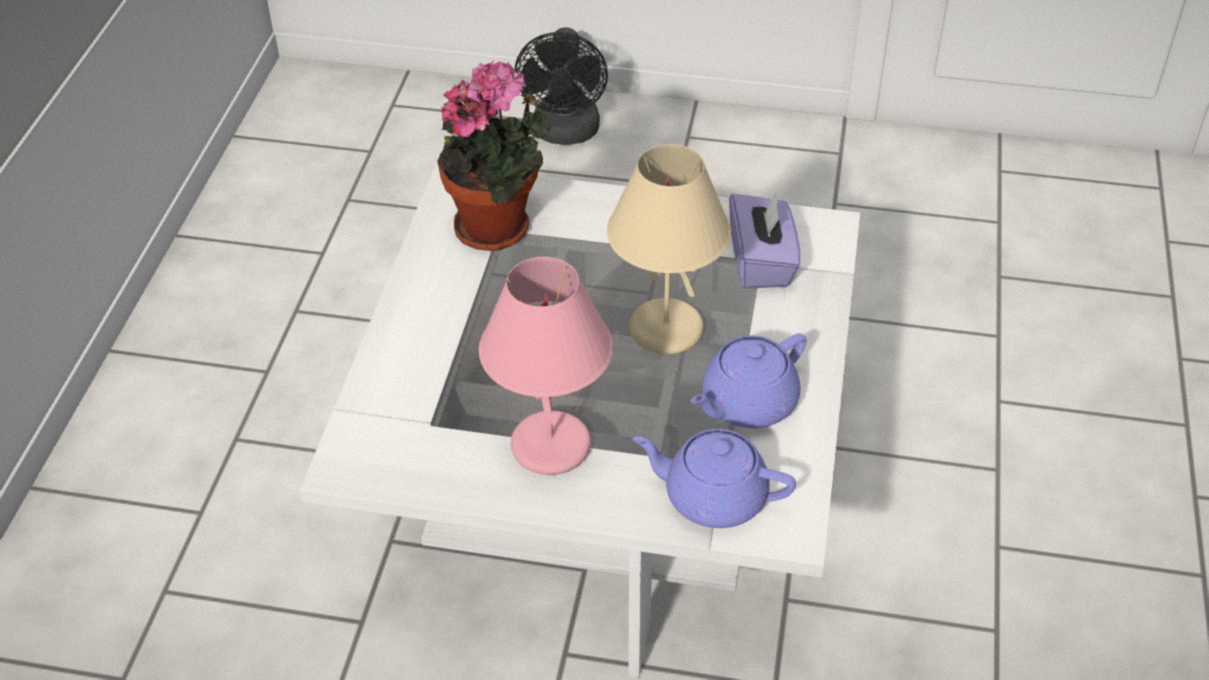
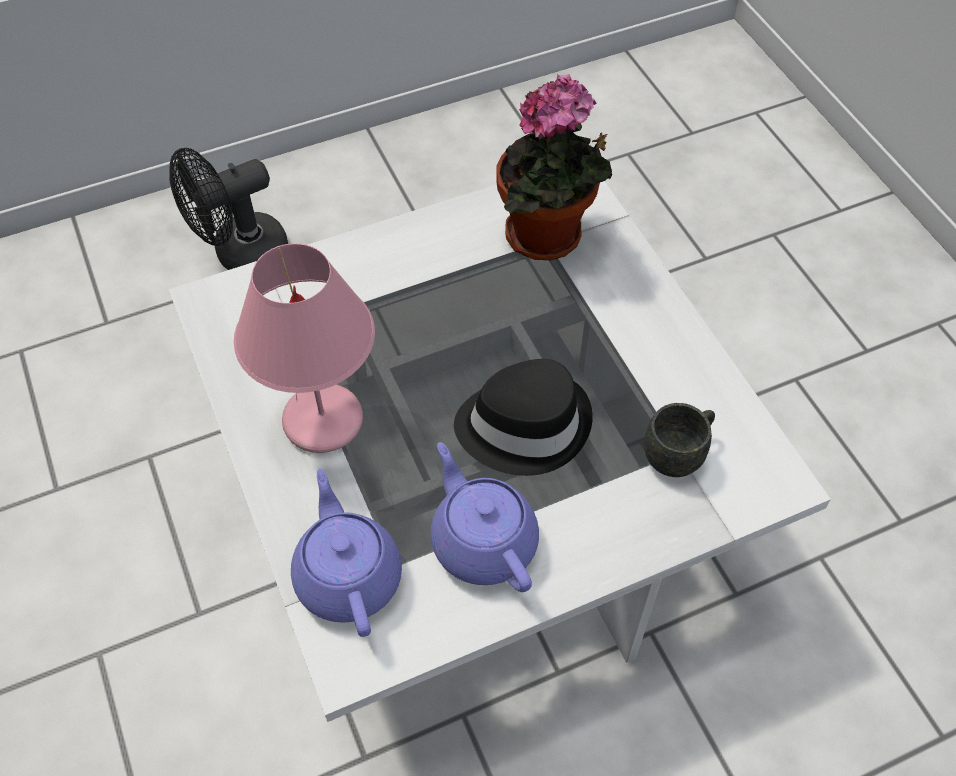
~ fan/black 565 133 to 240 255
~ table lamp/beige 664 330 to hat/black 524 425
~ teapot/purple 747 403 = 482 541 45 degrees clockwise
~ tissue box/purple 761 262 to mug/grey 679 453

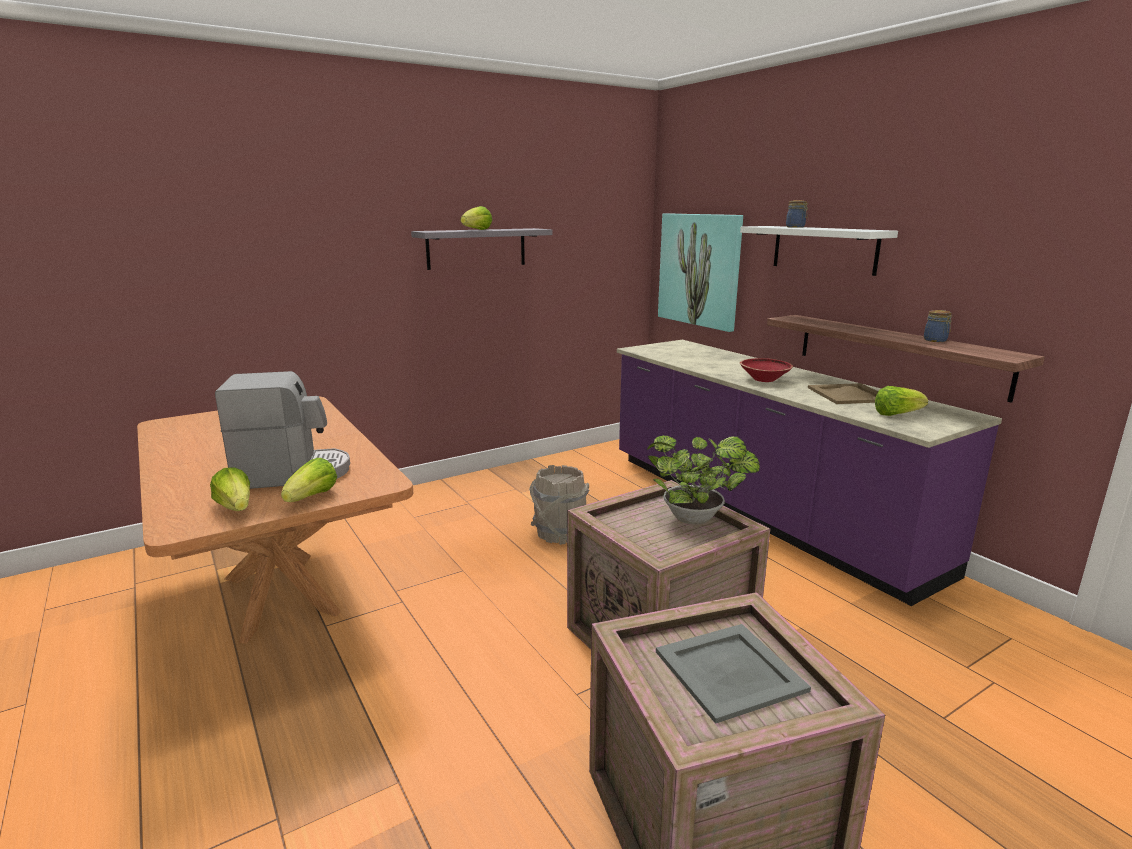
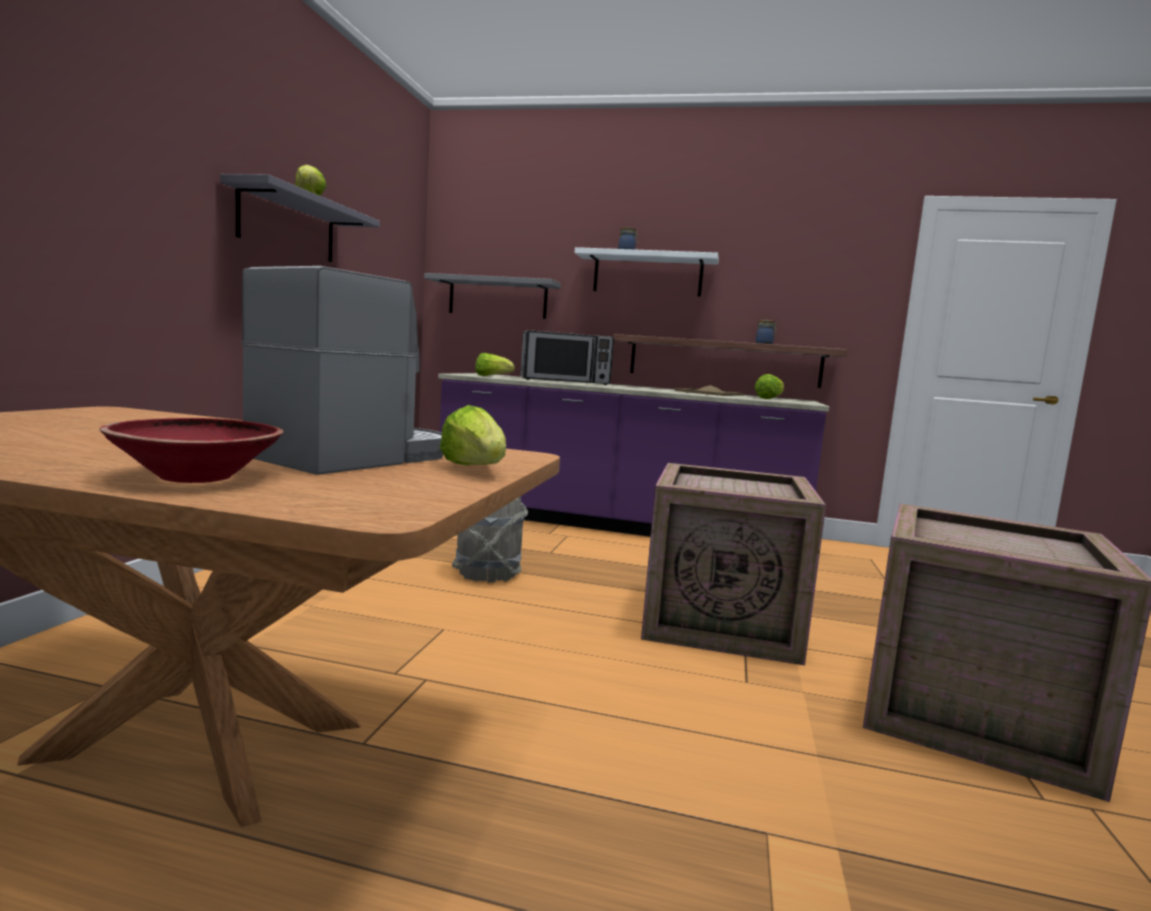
~ lettuce 236 507 to 492 376
- potted plant 697 519
- tray/grey 731 671
~ picture 699 270 to shelf/grey 497 298
~ bowl/red 764 379 to 197 476
+ microwave 565 381

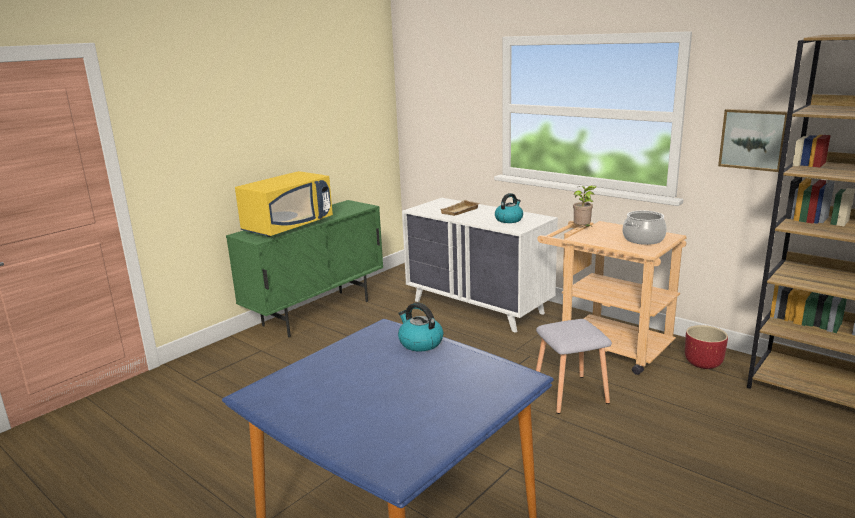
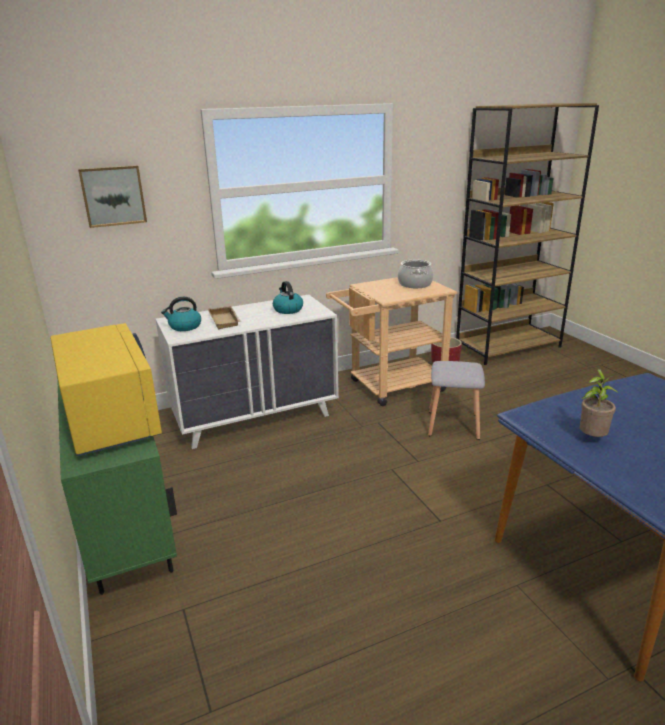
~ kettle 420 343 to 184 327
~ potted plant 583 229 to 591 438
~ picture 753 139 to 113 195

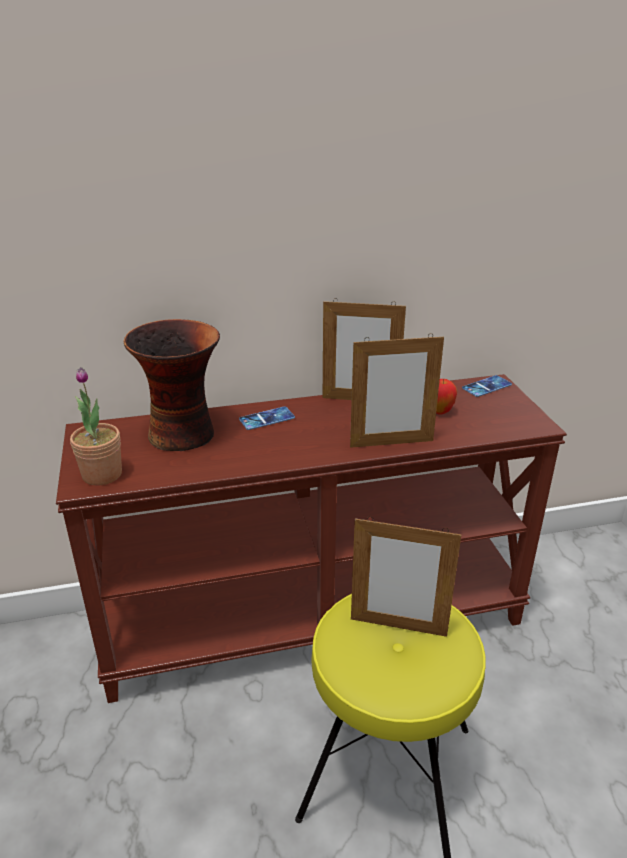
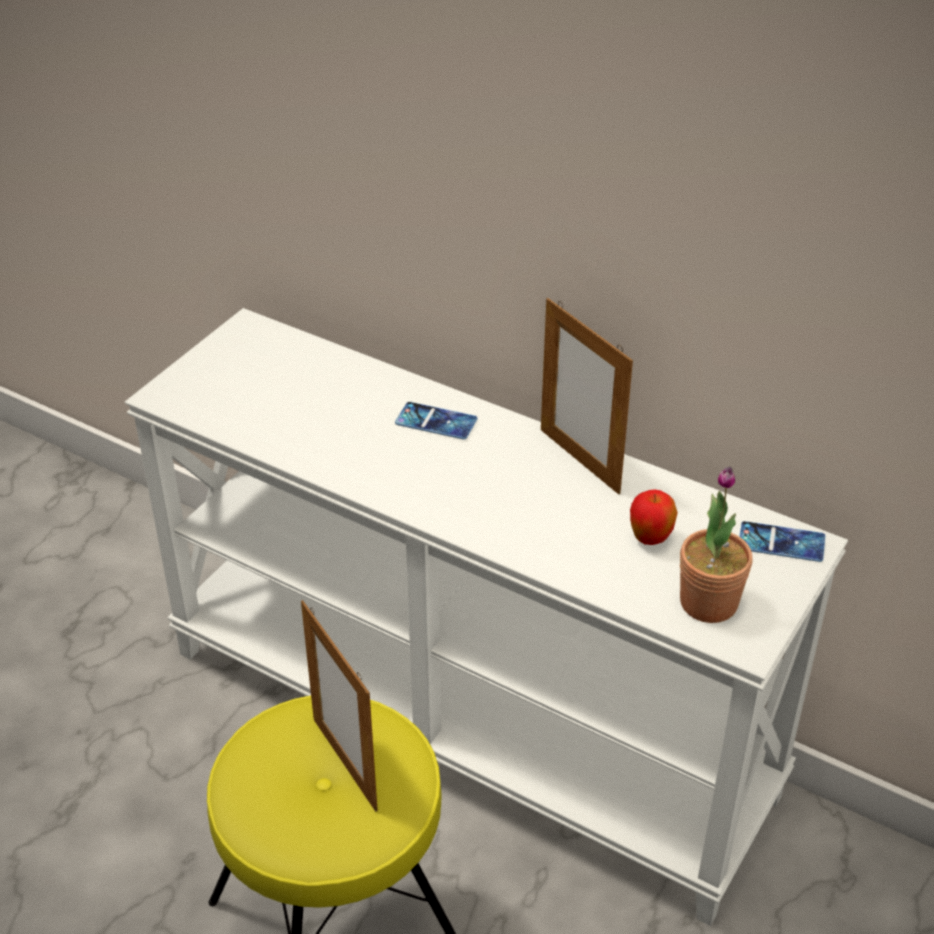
~ console table/brown 314 617 to console table/white 470 720
~ potted plant 102 474 to 708 602
- vase 184 434
- picture frame 391 443

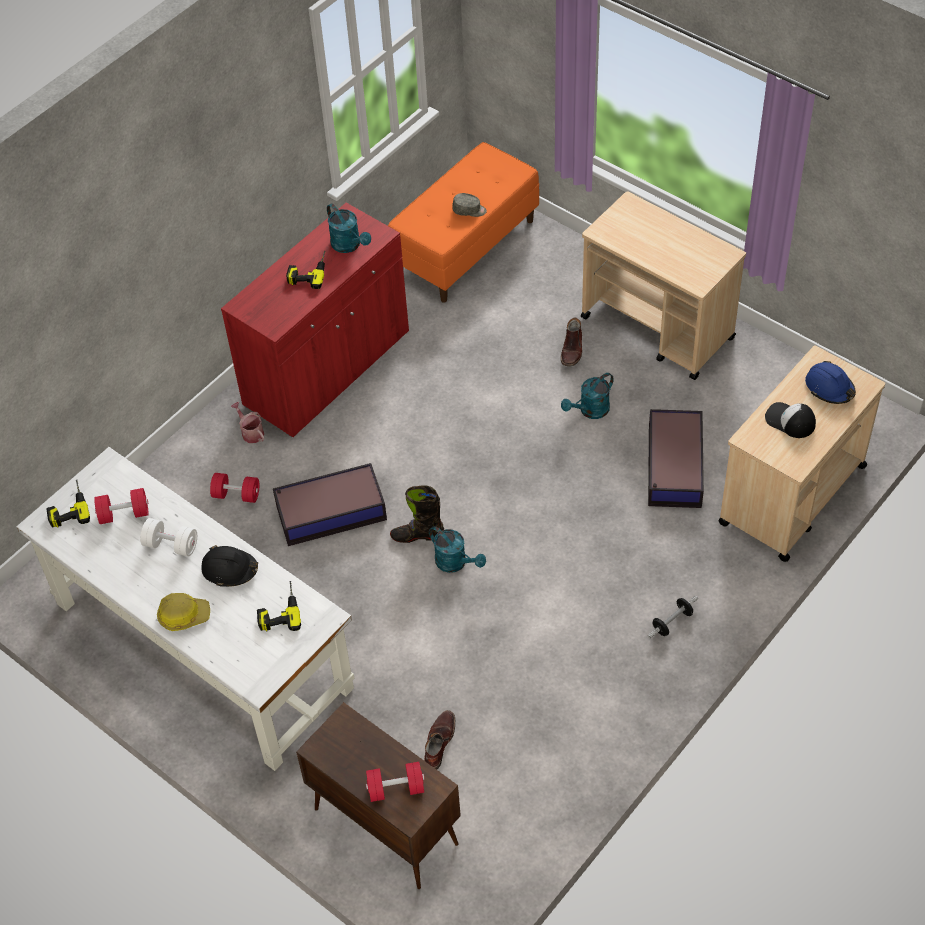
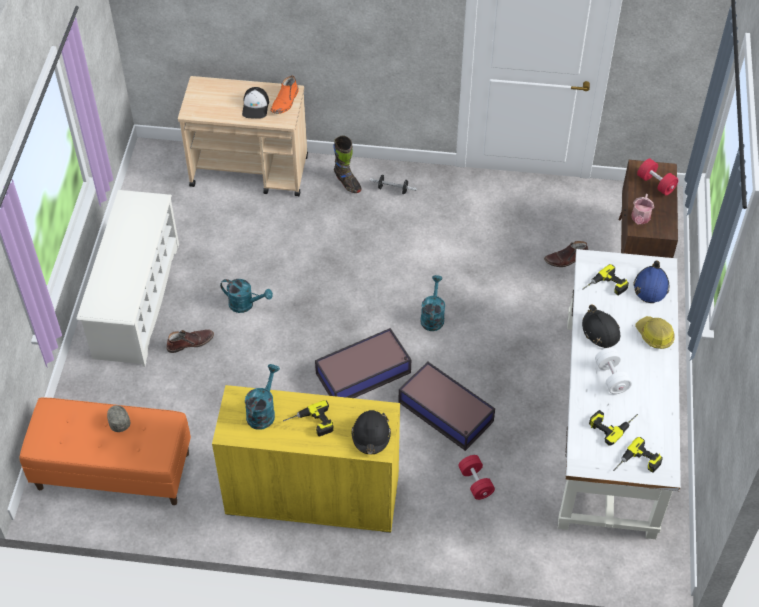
~ dumbbell/red 124 514 to power drill 612 423
~ cabinet/red 327 369 to cabinet/yellow 312 495
~ watering can 251 432 to 640 219
~ boot/black 417 535 to 347 183
~ cart/beige 658 328 to shoe rack/white 136 300
~ storage box 674 467 to 364 373
~ hard hat/blue 829 388 to 650 287
+ boot/orange 285 102
+ hard hat/black 371 435

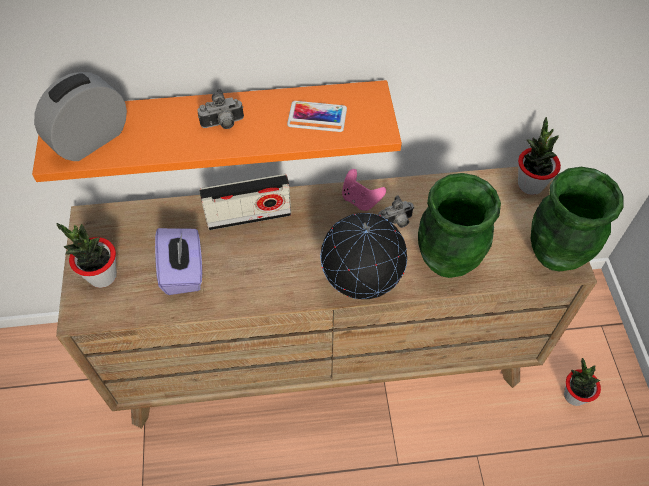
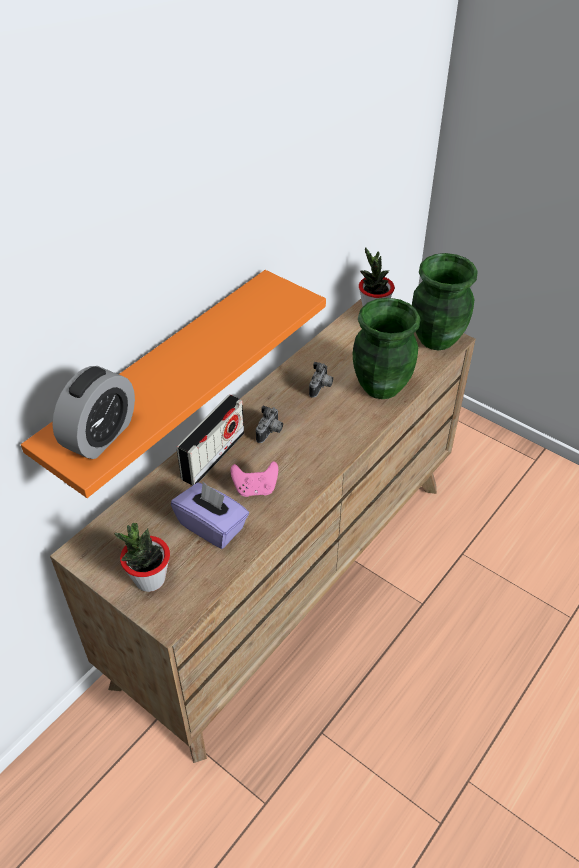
~ alarm clock 91 140 = 100 436 150 degrees counterclockwise
~ photo camera 223 124 to 270 433
- phone 317 117
- globe 361 284
~ game controller/pink 360 200 to 255 488
- potted plant 574 396

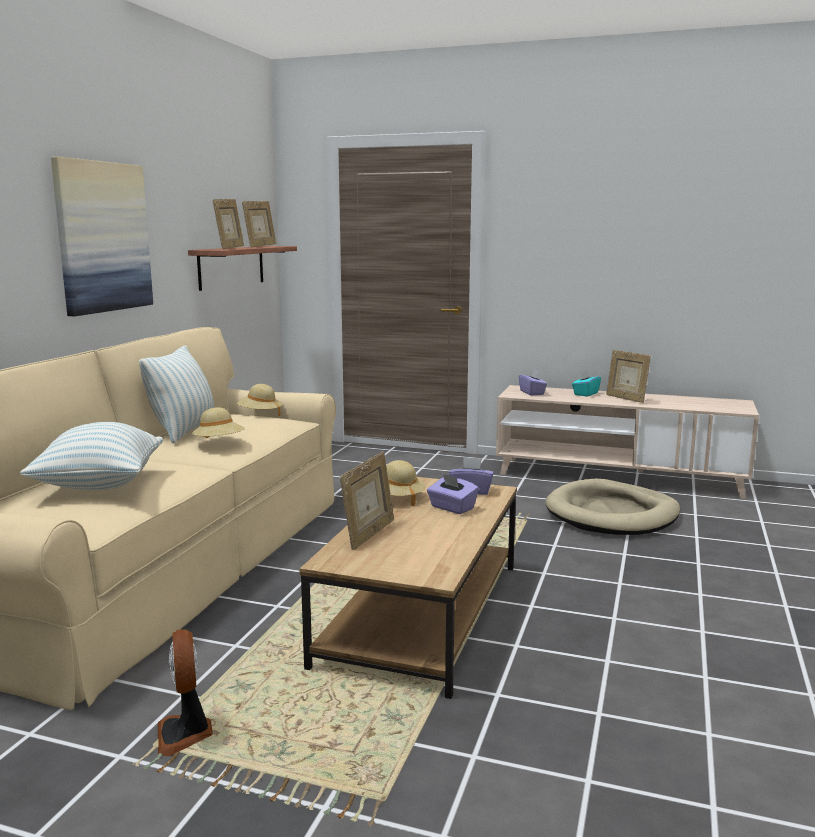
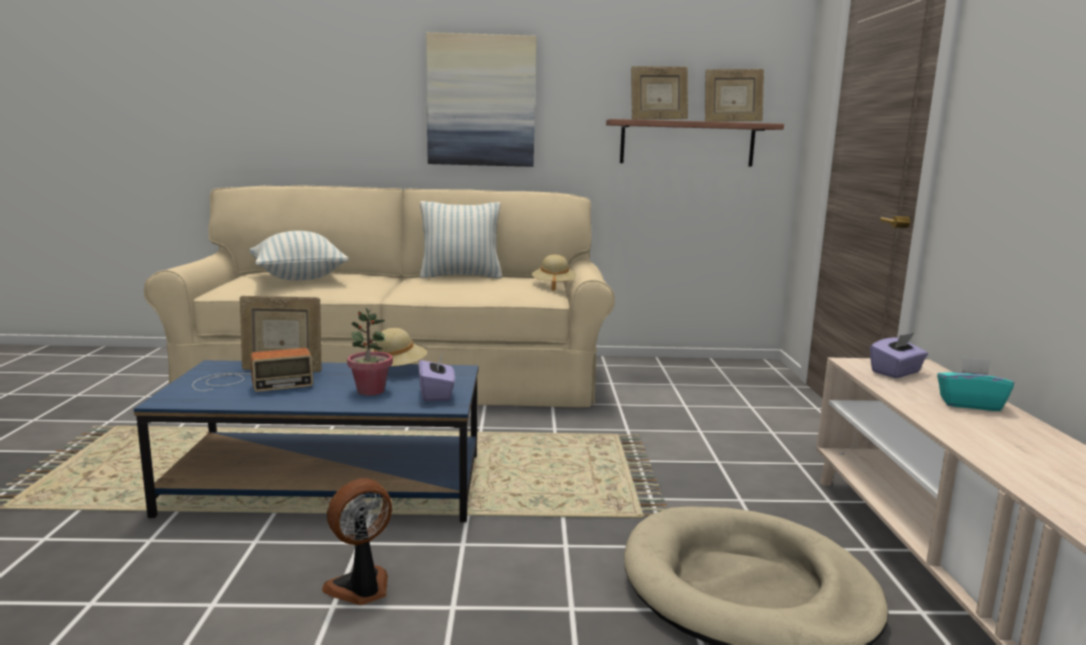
~ fan 185 734 to 361 589
- hat/beige 219 443
~ coffee table/brown 421 613 to coffee table/blue 328 483
~ tissue box/purple 452 508 to potted plant 370 391
- picture frame 626 399
+ radio 250 383

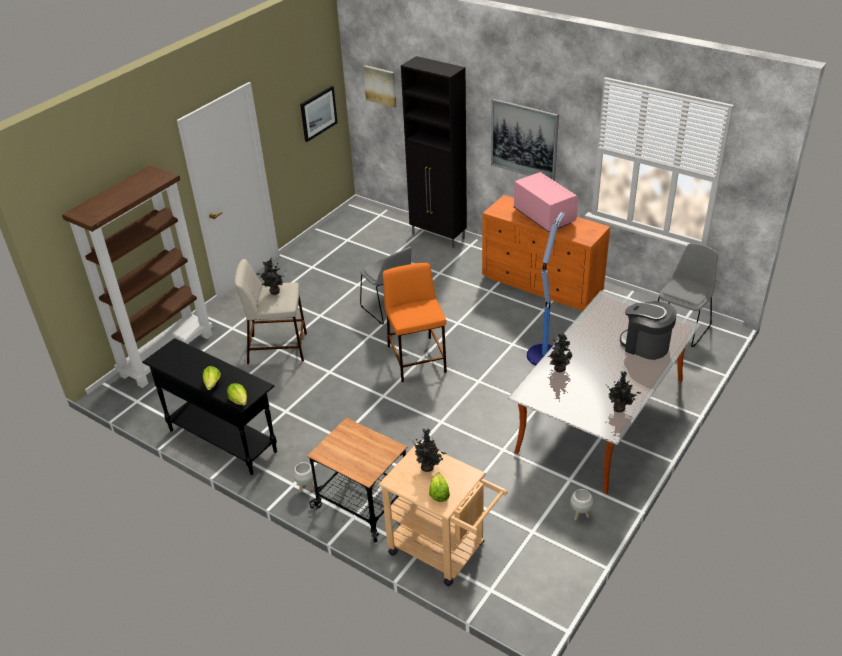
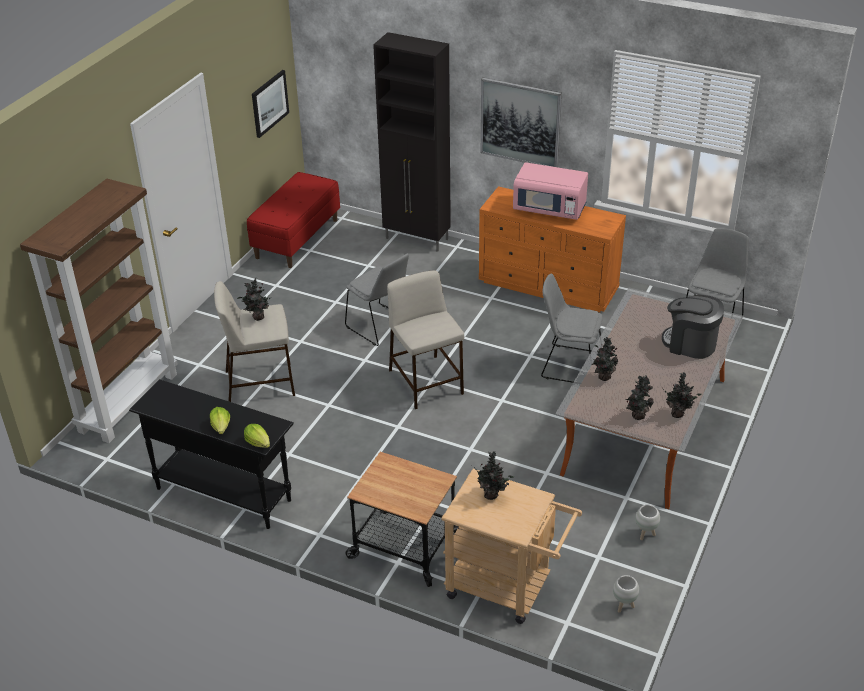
~ planter/white 306 488 to 624 606
- picture 380 85
~ stool/orange 417 359 to stool/beige 426 382
- lettuce 439 493
~ microwave/pink 543 216 = 549 209 150 degrees clockwise
~ floor lamp 544 354 to chair/grey 569 364
+ bench/red 297 238
+ potted plant 637 415

